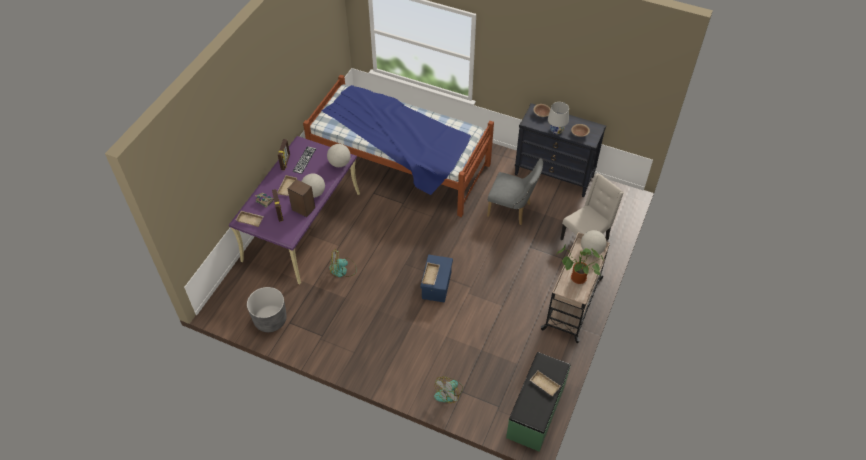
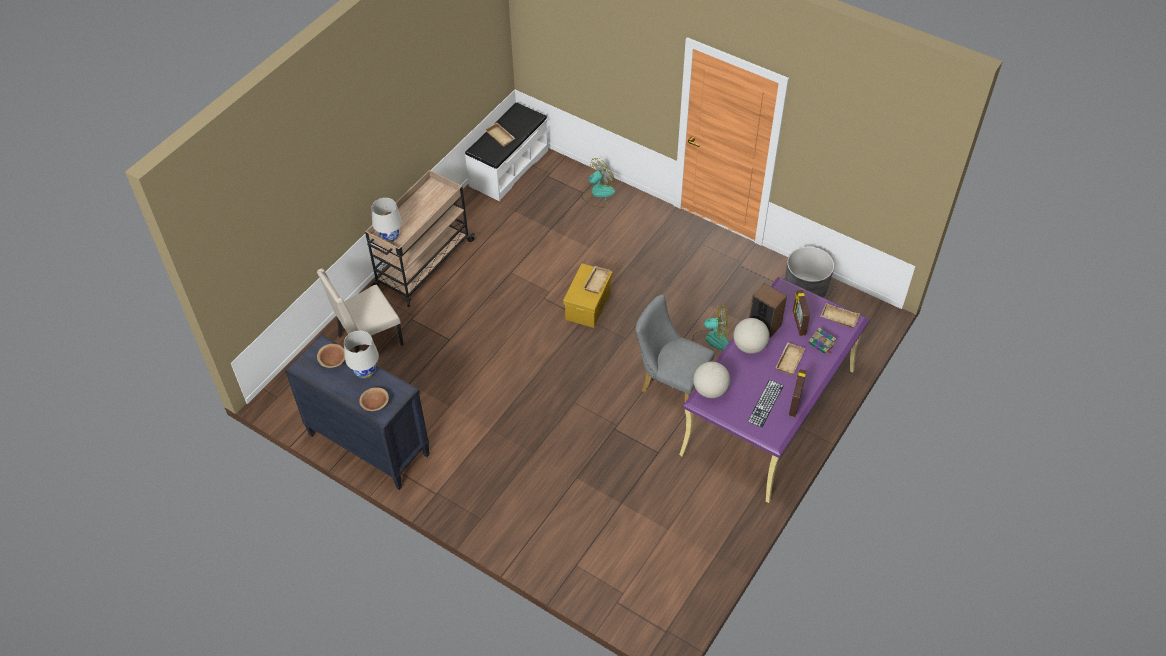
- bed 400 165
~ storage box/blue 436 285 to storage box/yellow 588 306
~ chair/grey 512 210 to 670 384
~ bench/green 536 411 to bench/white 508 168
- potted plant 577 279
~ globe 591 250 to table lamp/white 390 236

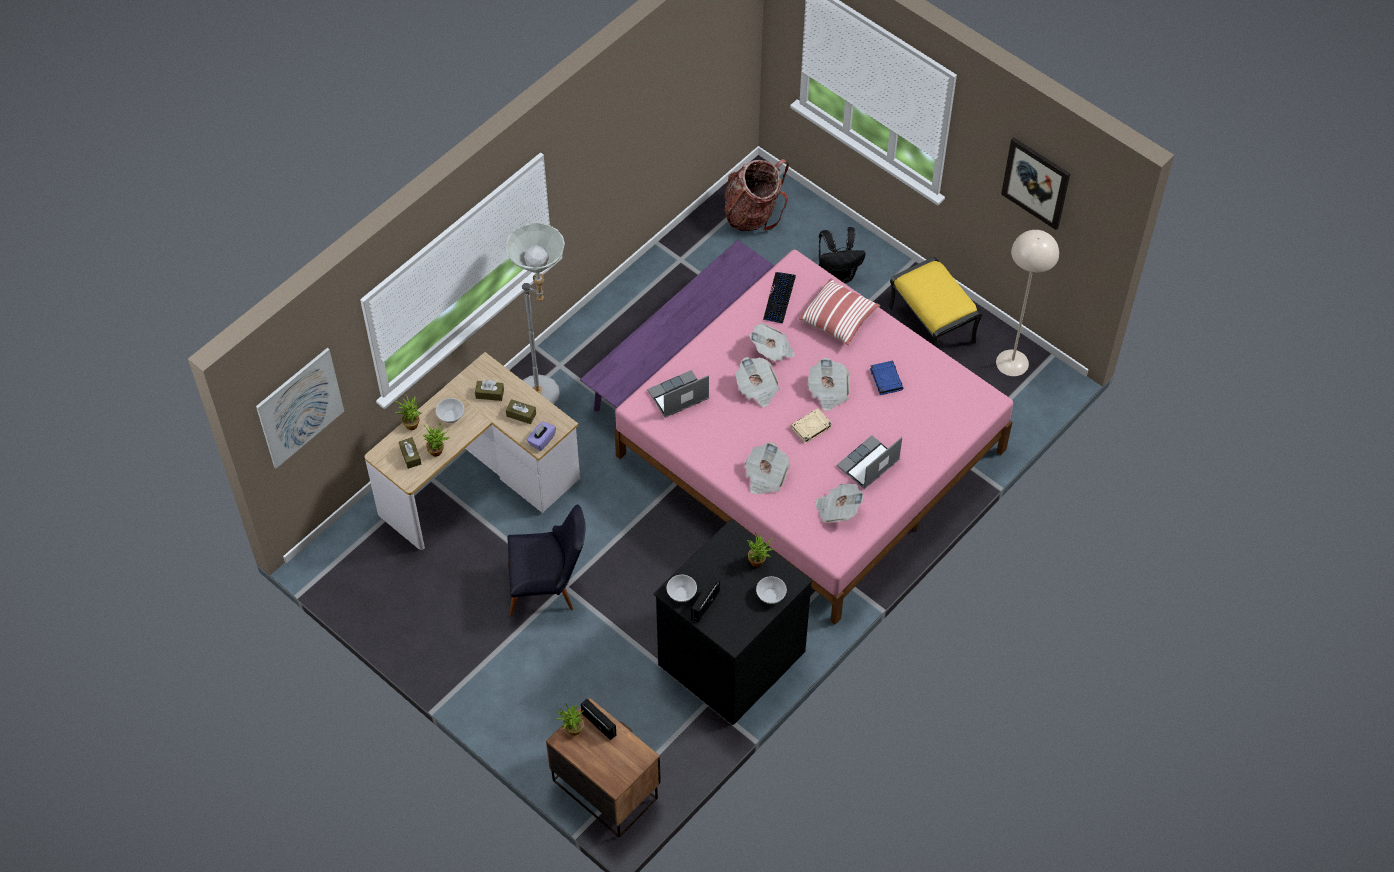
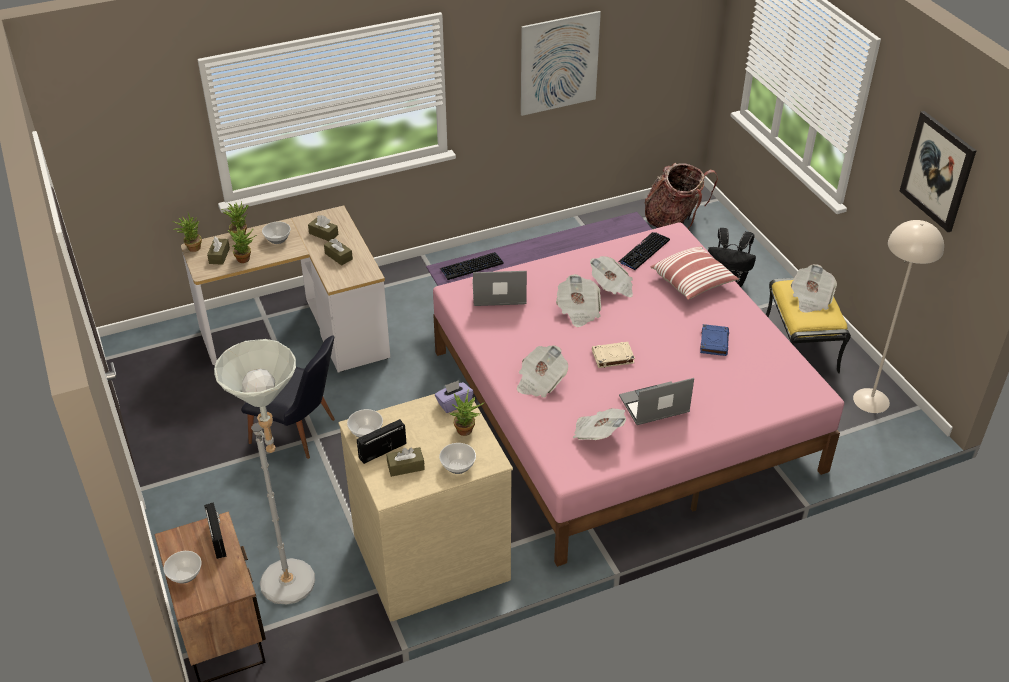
~ picture 300 407 to 559 63
~ floor lamp/grey 546 397 to 295 590
~ tissue box/purple 541 440 to 454 403
~ potted plant 571 730 to 191 247
~ dresser/black 730 656 to dresser/beige 430 555
~ newspaper 828 391 to 810 299
+ bowl 184 575
+ tissue box/brown 406 467
+ keyboard 471 267

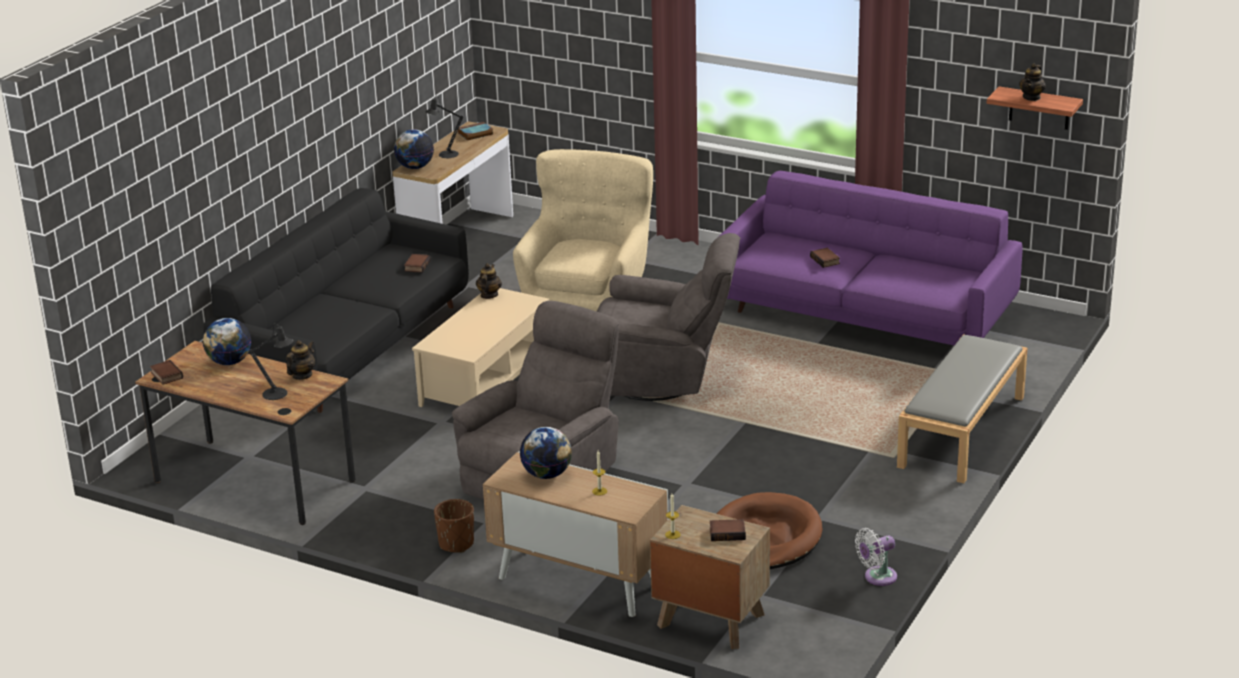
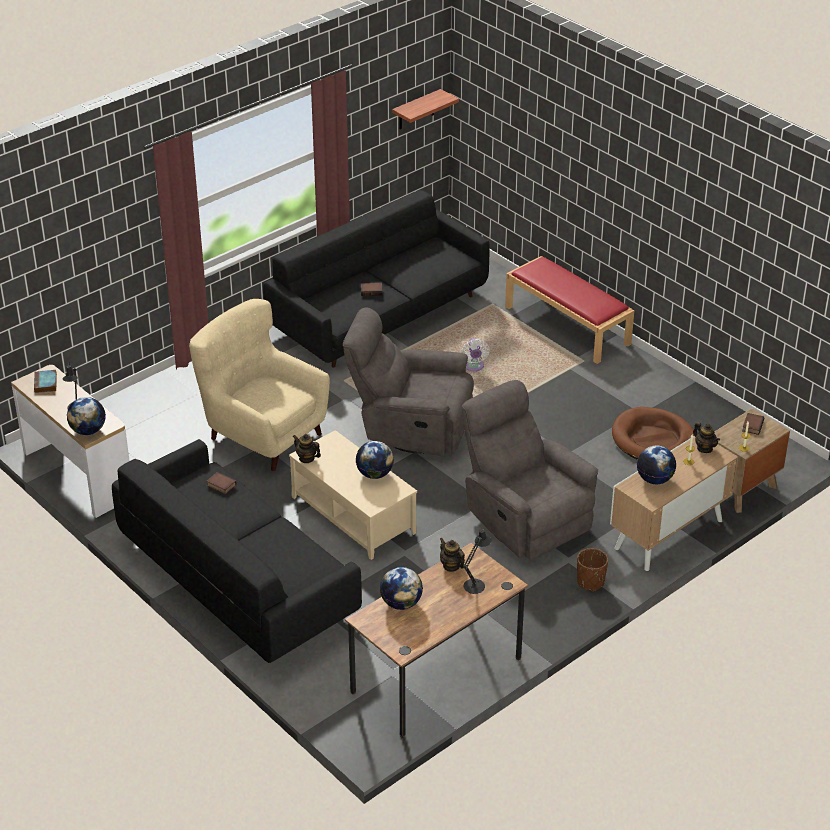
- book 165 375
~ armchair/grey 662 378 = 411 428 105 degrees counterclockwise
~ sofa/purple 865 314 to sofa/black 380 314
~ fan/white 877 577 to 473 367
~ bench/grey 962 432 to bench/red 568 325
~ teapot 1031 97 to 704 448
+ globe 375 474

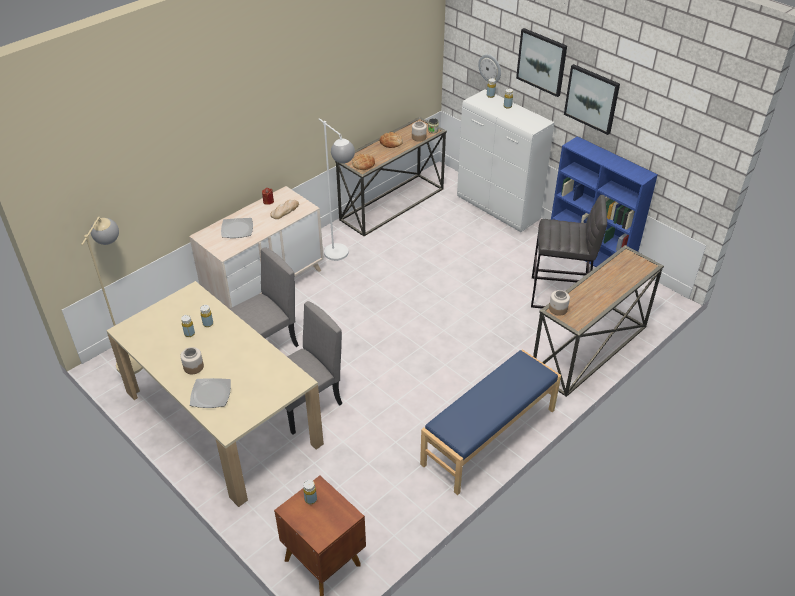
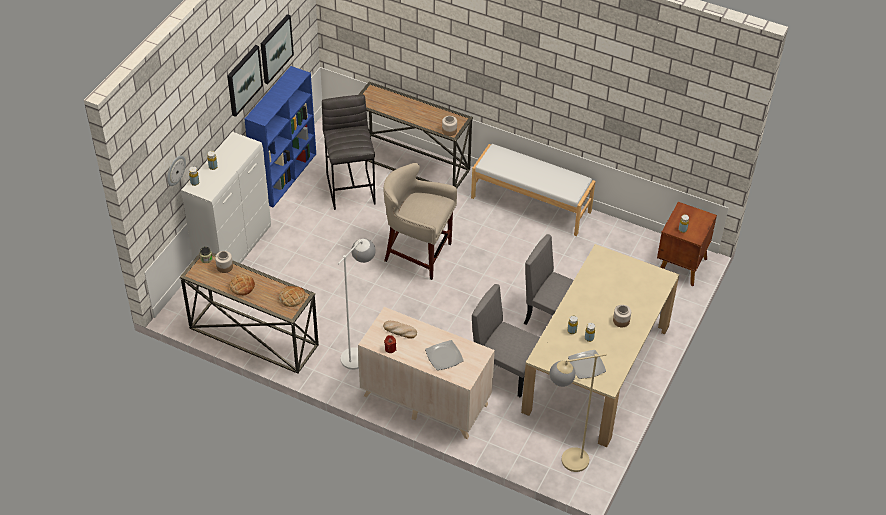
~ plate 211 394 to 587 365
~ bench/blue 489 437 to bench/white 531 204
~ picture 542 62 to 275 48
+ stool/beige 418 254

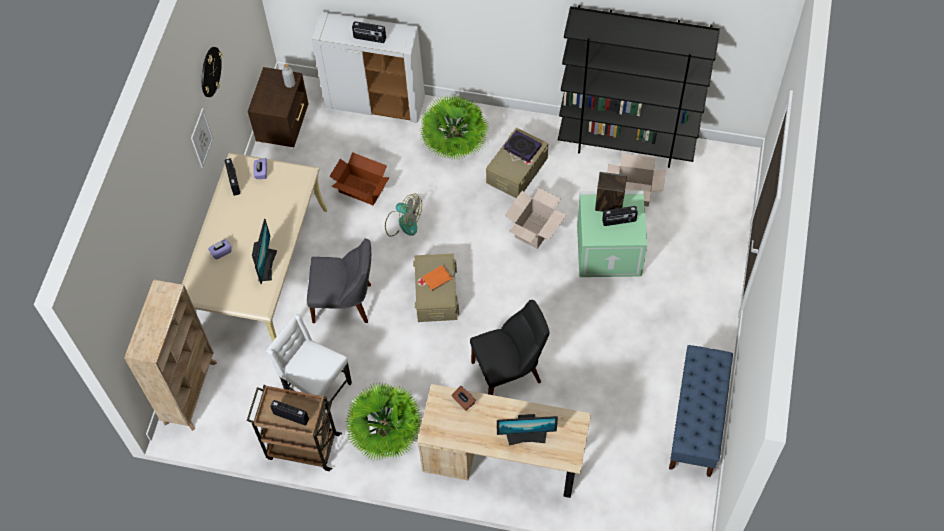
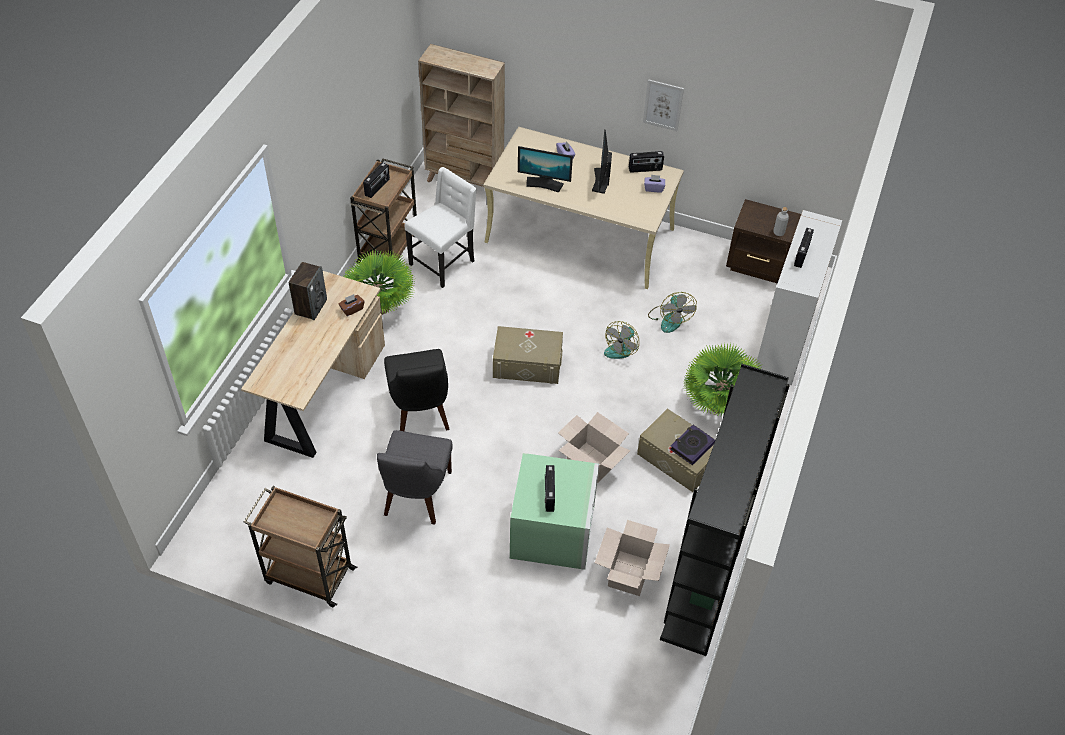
- wall clock 210 71
~ chair/grey 345 303 to 416 496
~ cardboard box 361 189 to fan 669 318
- book/orange 438 278
~ monitor 526 435 to 601 180
~ speaker 608 204 to 310 307
~ bench/blue 696 421 to cart/brown 308 575

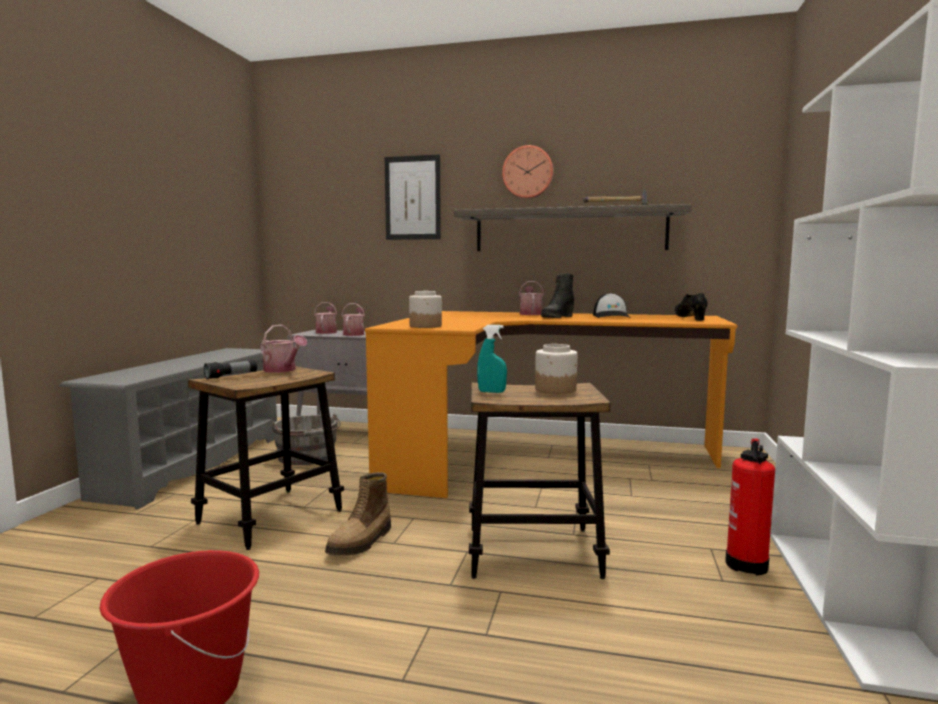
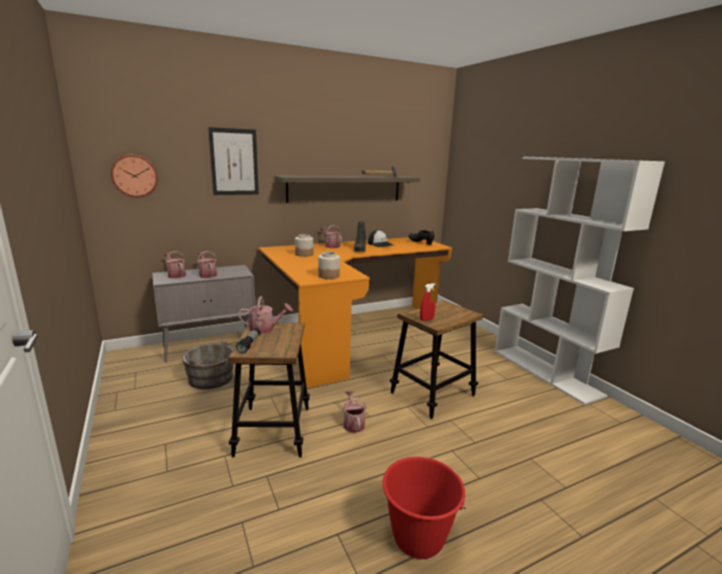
- shoe rack/grey 192 464
~ boot 362 542 to watering can 353 423
~ spray bottle/turquoise 491 392 to spray bottle/red 426 319
~ wall clock 528 172 to 134 176
~ jar 556 389 to 304 254
- fire extinguisher 747 563

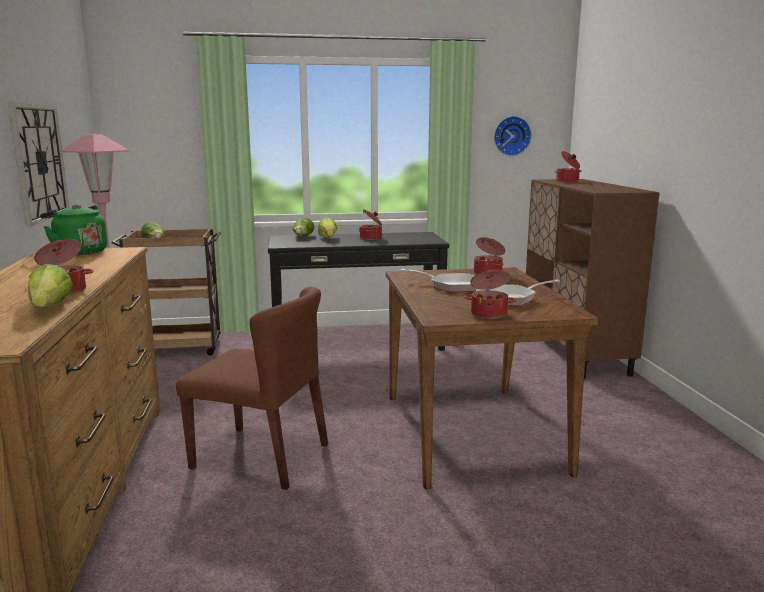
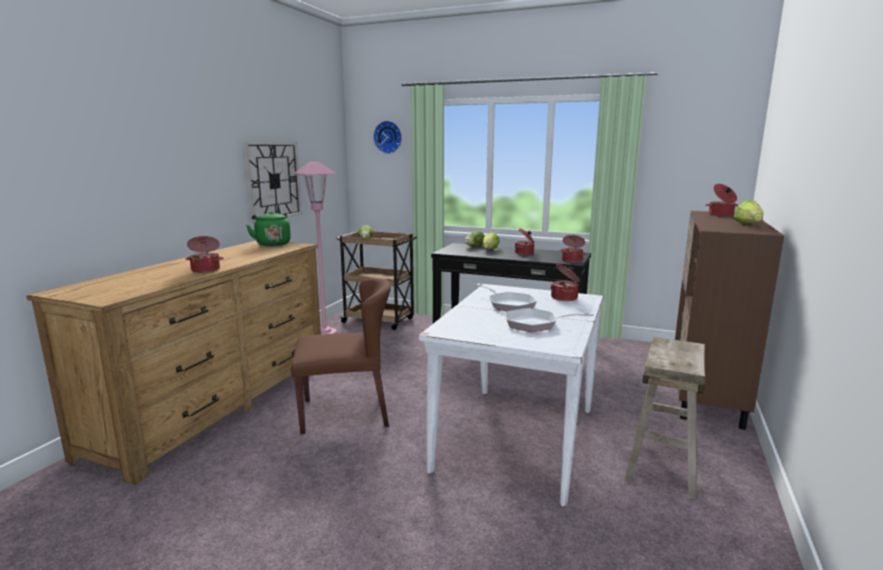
~ lettuce 50 308 to 748 225
~ chair/brown 262 456 = 346 412 60 degrees counterclockwise
~ dining table/brown 472 432 to dining table/white 516 439
~ cooking pot 489 314 to 572 260
~ wall clock 511 136 to 388 137
+ stool/beige 663 467

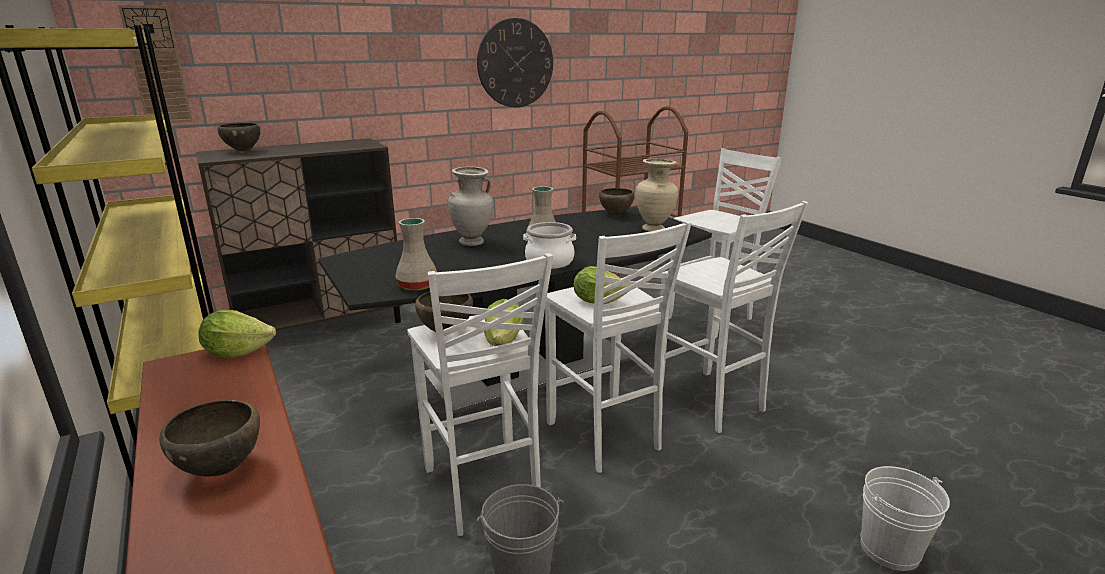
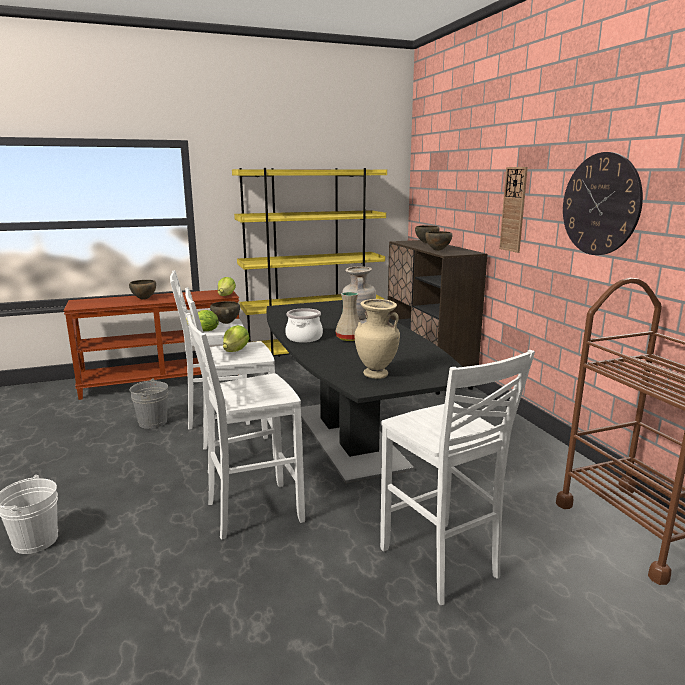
~ wall clock 157 65 to 513 209
- vase/beige 418 285
~ bowl/brown 616 215 to 437 250

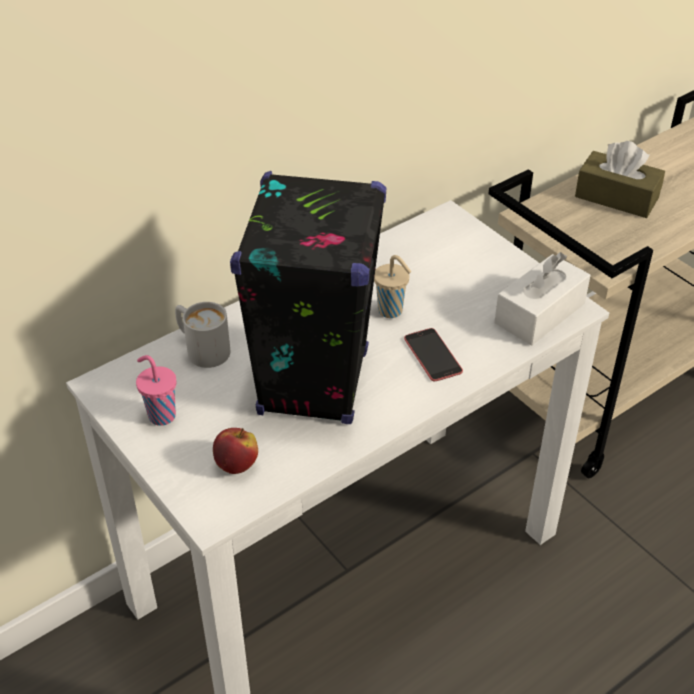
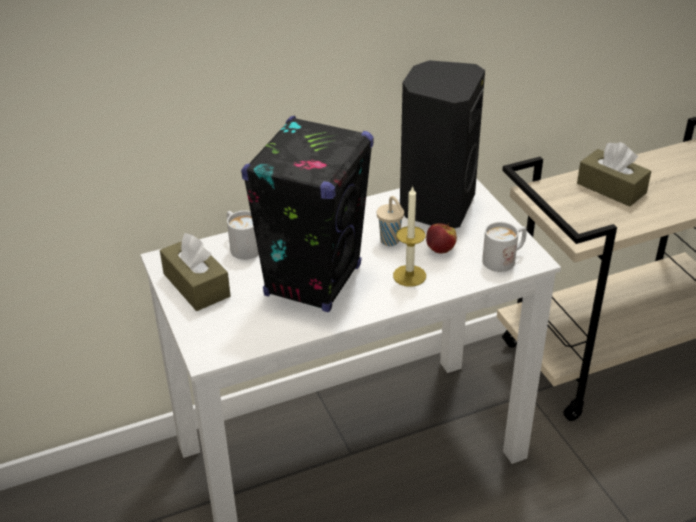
~ cup/pink 160 415 to tissue box/brown 196 285
~ apple 237 464 to 440 249
~ phone 432 355 to candle 409 275
~ tissue box/white 539 313 to mug/white 504 259
+ speaker/black 435 206

